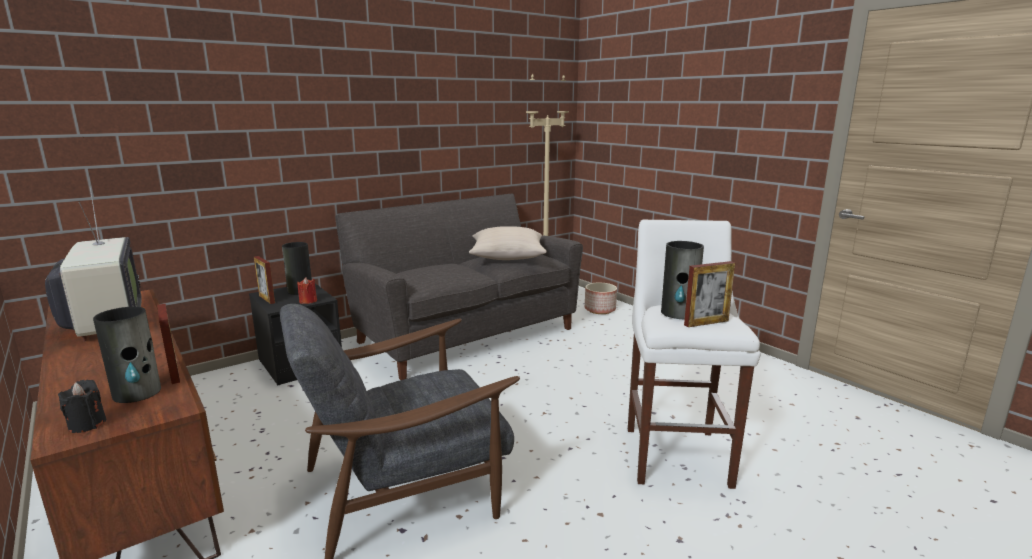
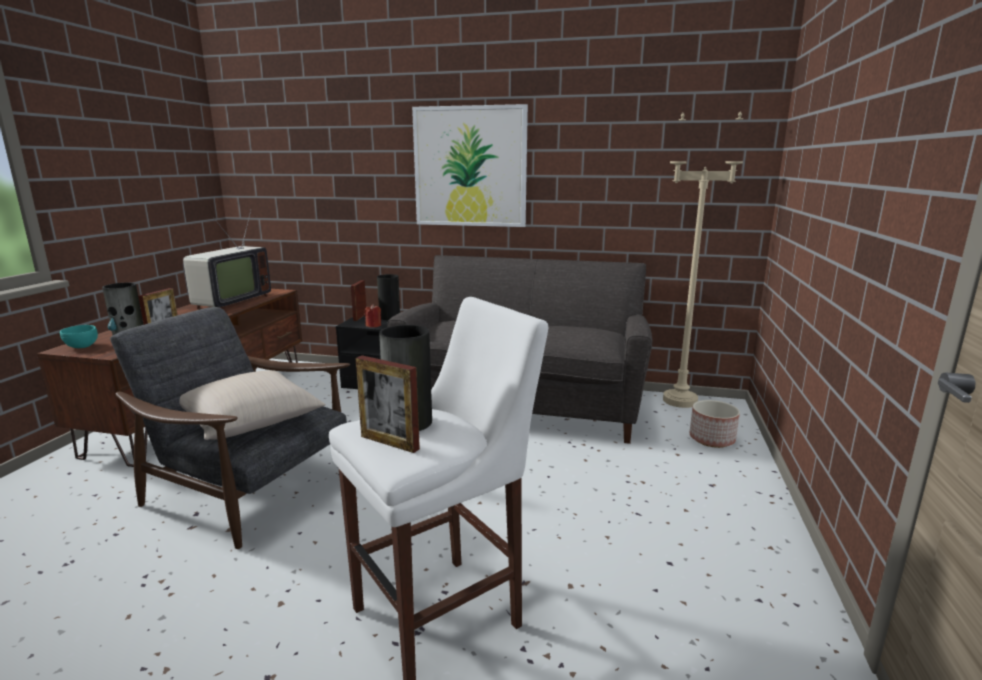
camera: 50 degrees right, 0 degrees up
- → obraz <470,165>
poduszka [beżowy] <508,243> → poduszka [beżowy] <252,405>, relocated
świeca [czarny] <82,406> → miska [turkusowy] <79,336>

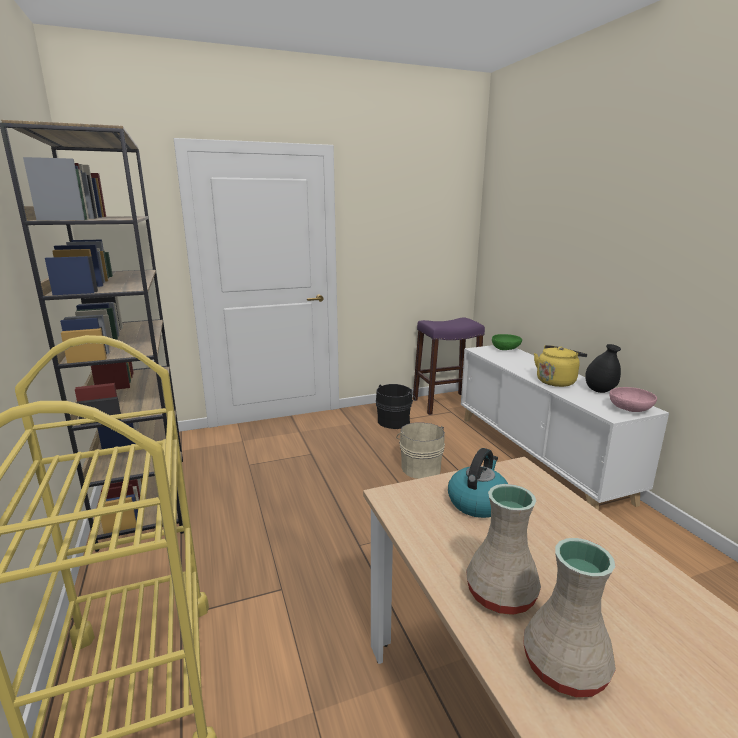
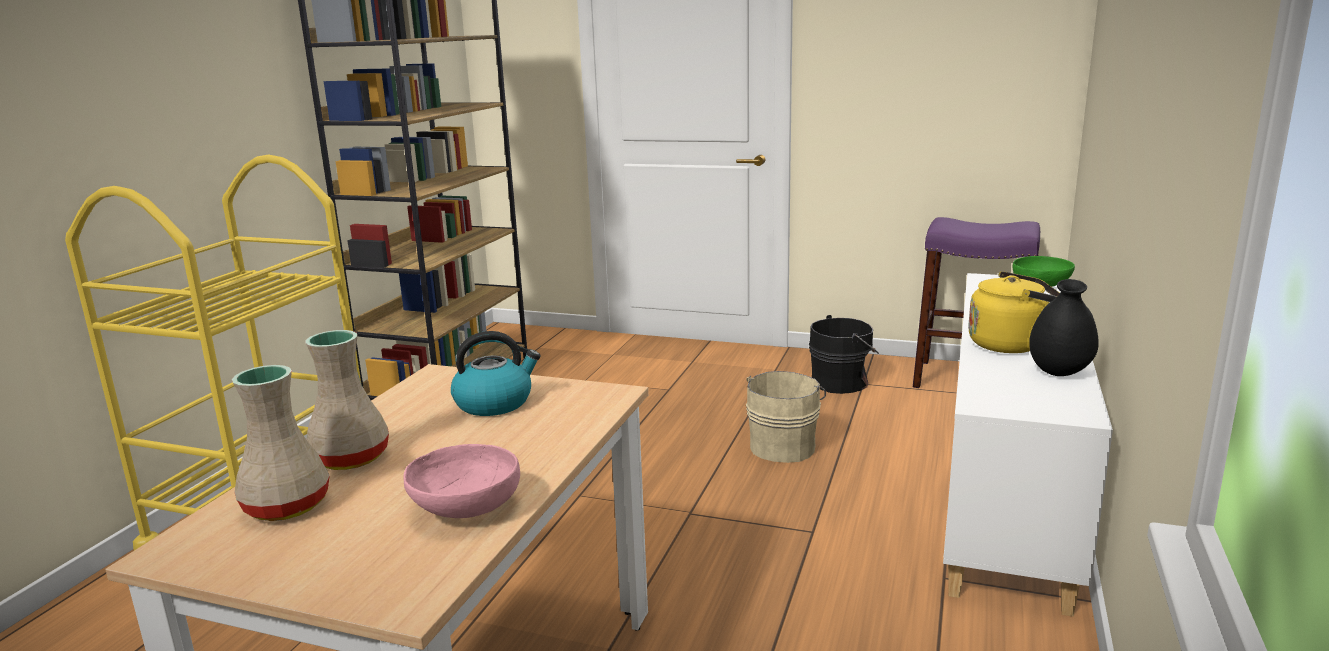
camera: 40 degrees right, 0 degrees up
miska [różowy] <633,399> → miska [różowy] <461,481>, relocated

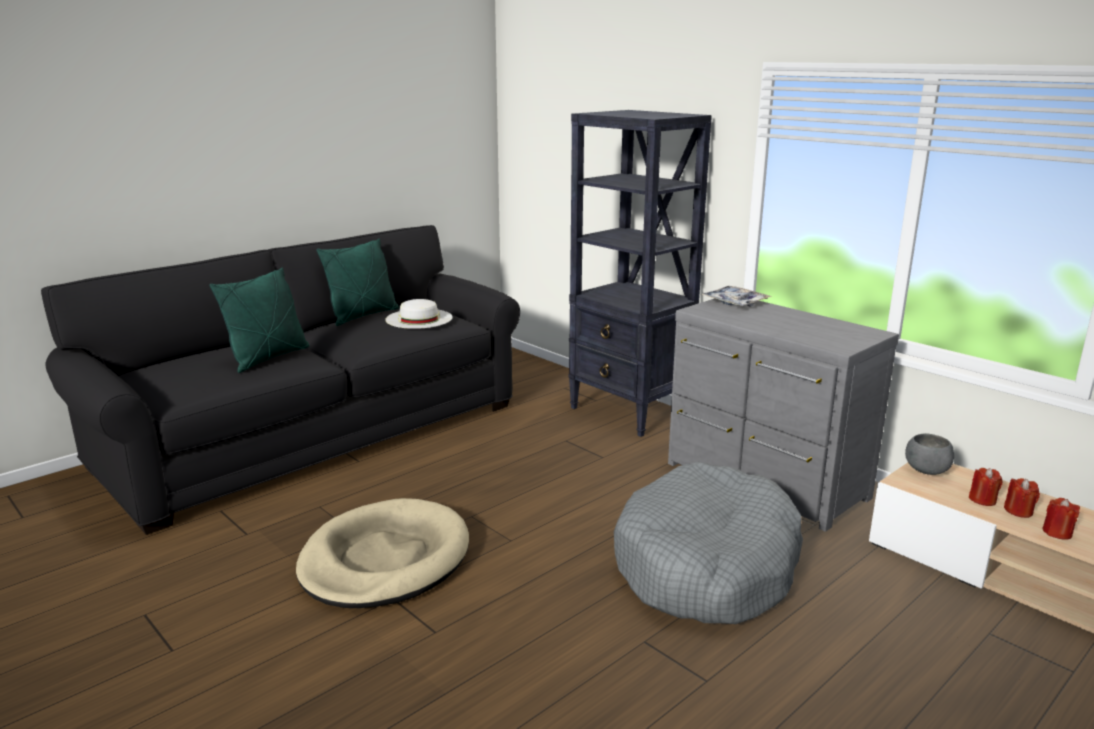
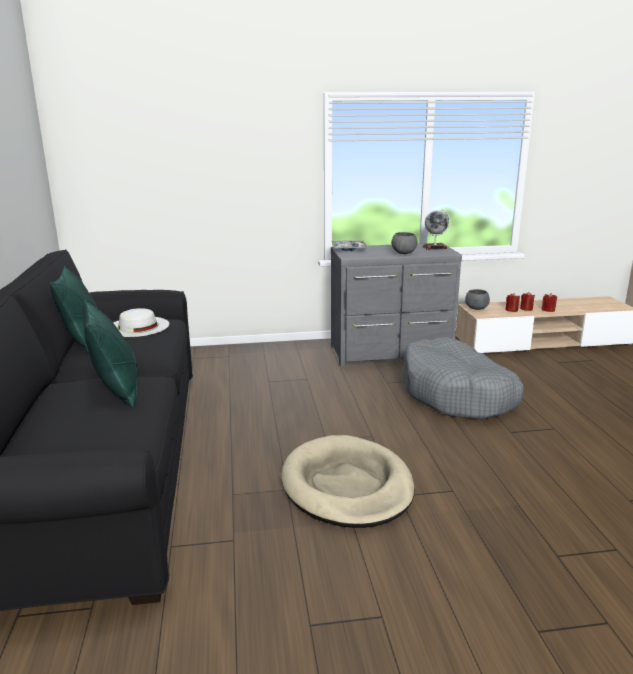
camera: 55 degrees left, 0 degrees up
regał [czarny] <640,273> → -
- → miska [szary] <404,243>
- → globus <436,229>

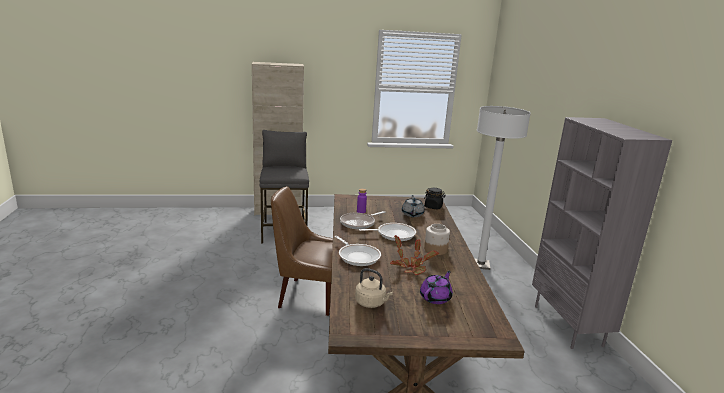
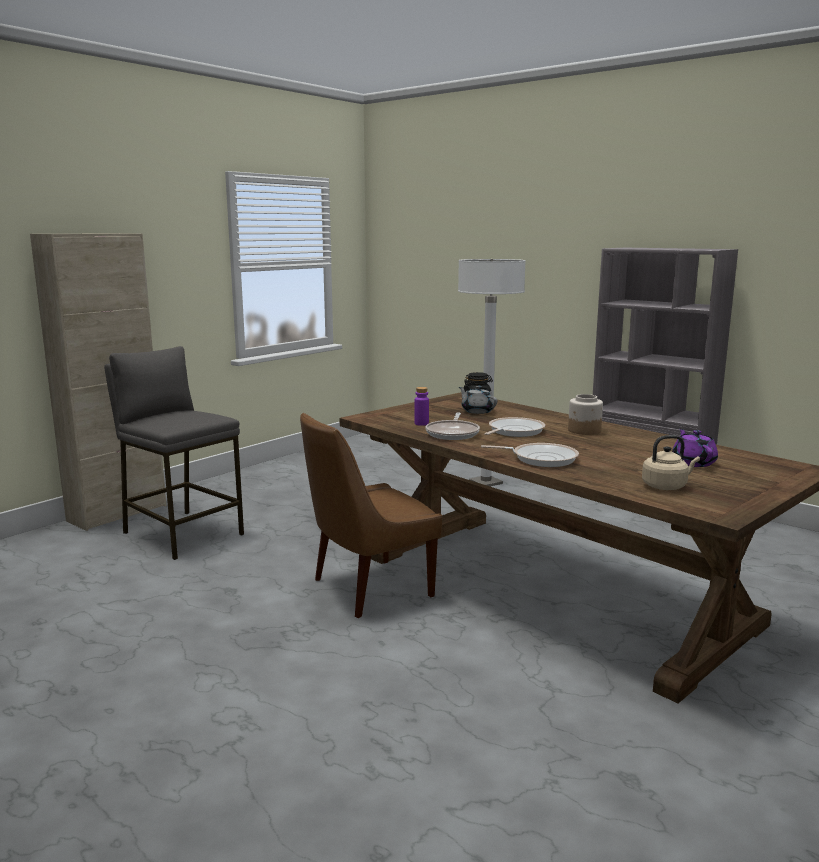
camera: 40 degrees left, 5 degrees down
roślina doniczkowa <414,255> → -

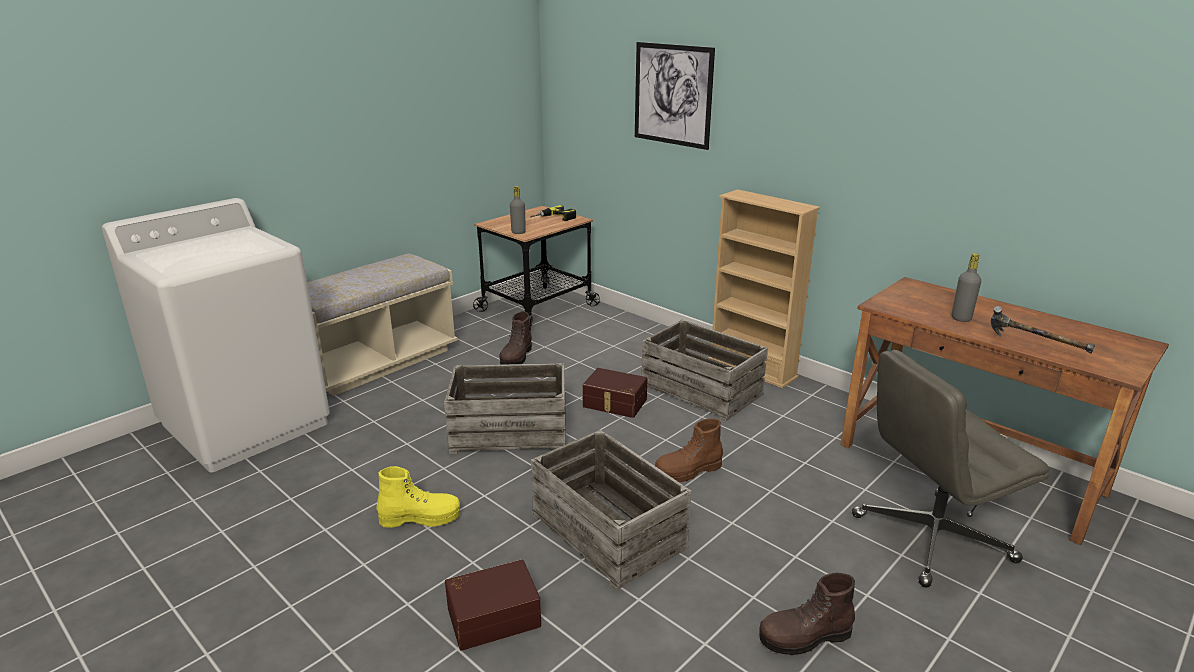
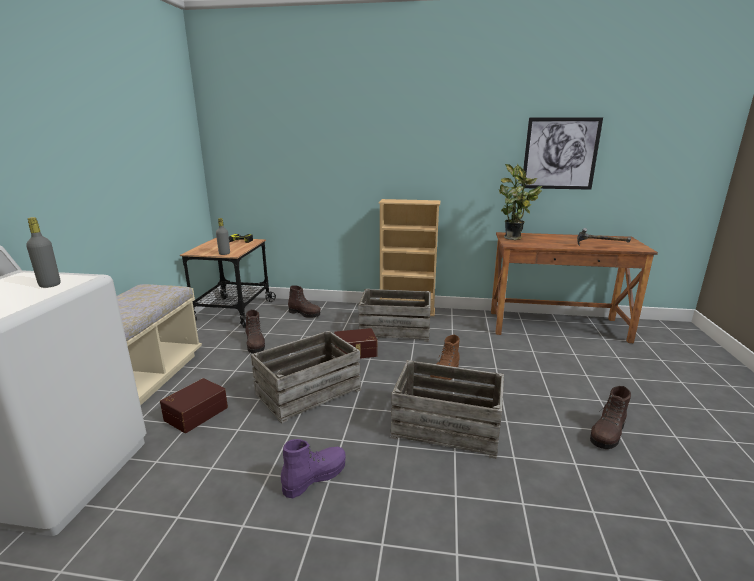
camera: 35 degrees left, 5 degrees down
krzesło biurowe [szary] <950,468> → -
- → but z cholewką [brązowy] <304,302>
- → roślina doniczkowa <520,201>
pojemnik do przechowywania [brązowy] <493,605> → pojemnik do przechowywania [brązowy] <194,405>, relocated
obraz <675,96> → obraz <562,153>, relocated
butelka [szary] <966,287> → butelka [szary] <43,252>, relocated
but z cholewką [żółty] <418,497> → but z cholewką [fioletowy] <313,468>

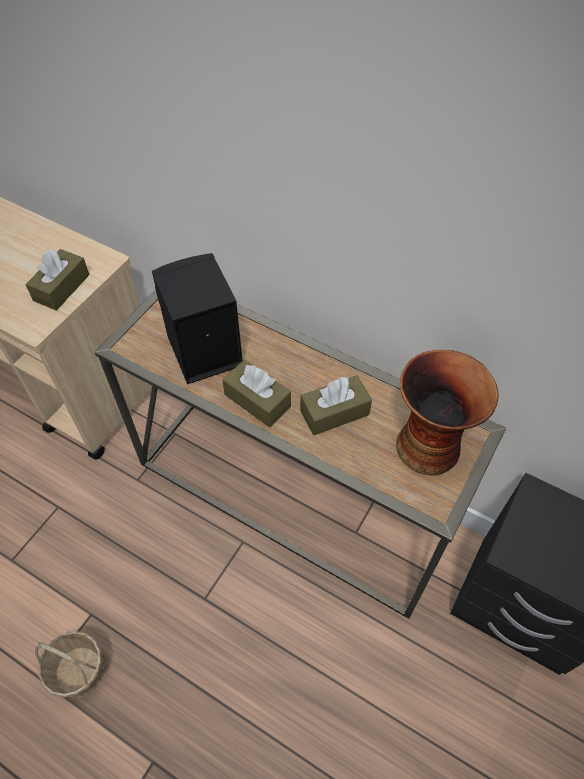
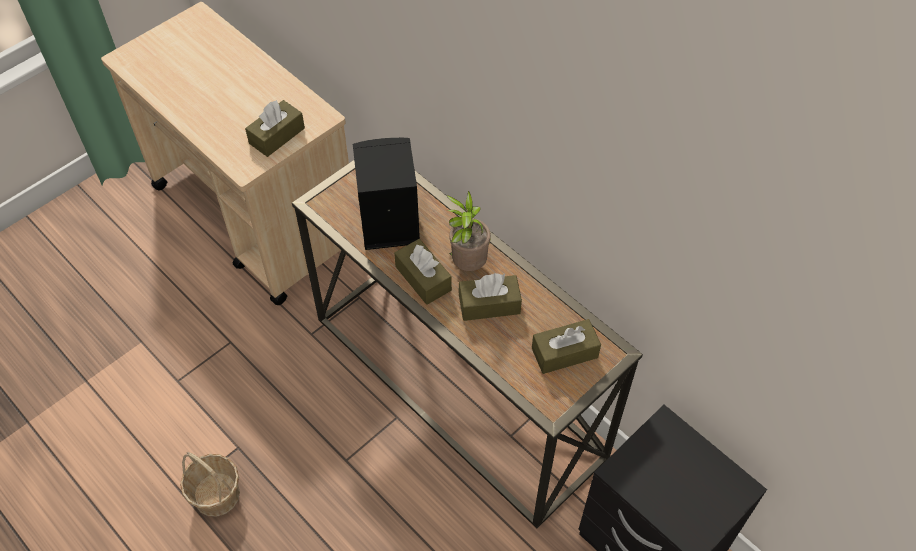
camera: 15 degrees right, 0 degrees up
- → roślina doniczkowa <469,231>
wazon <447,413> → pudełko chusteczek [brązowy] <566,346>

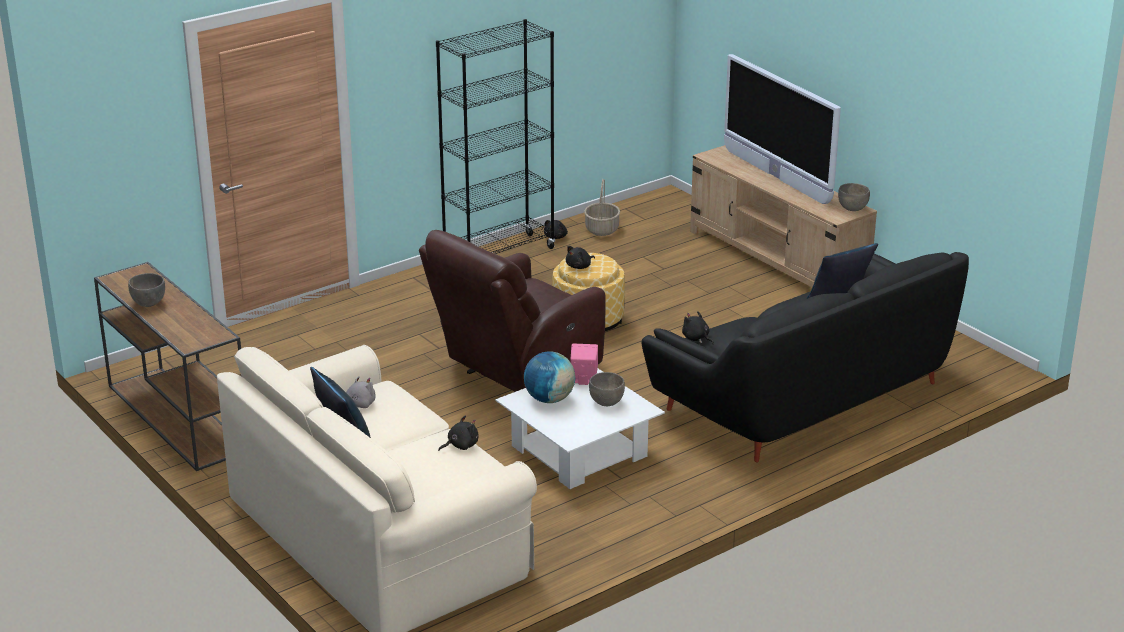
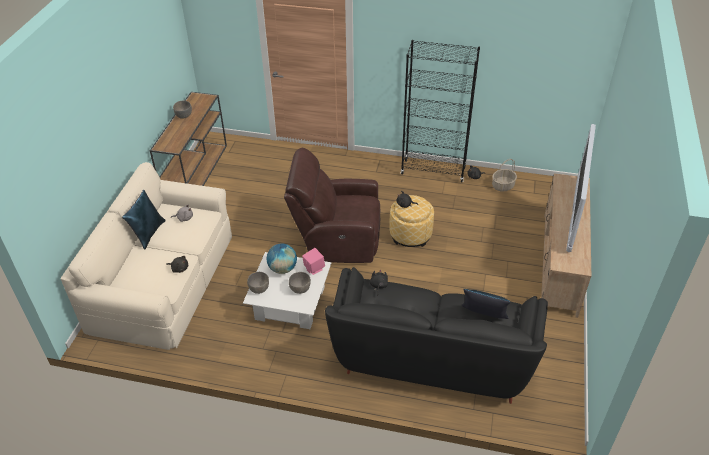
camera: 50 degrees right, 15 degrees up
miska [szary] <854,197> → miska [szary] <258,283>, relocated

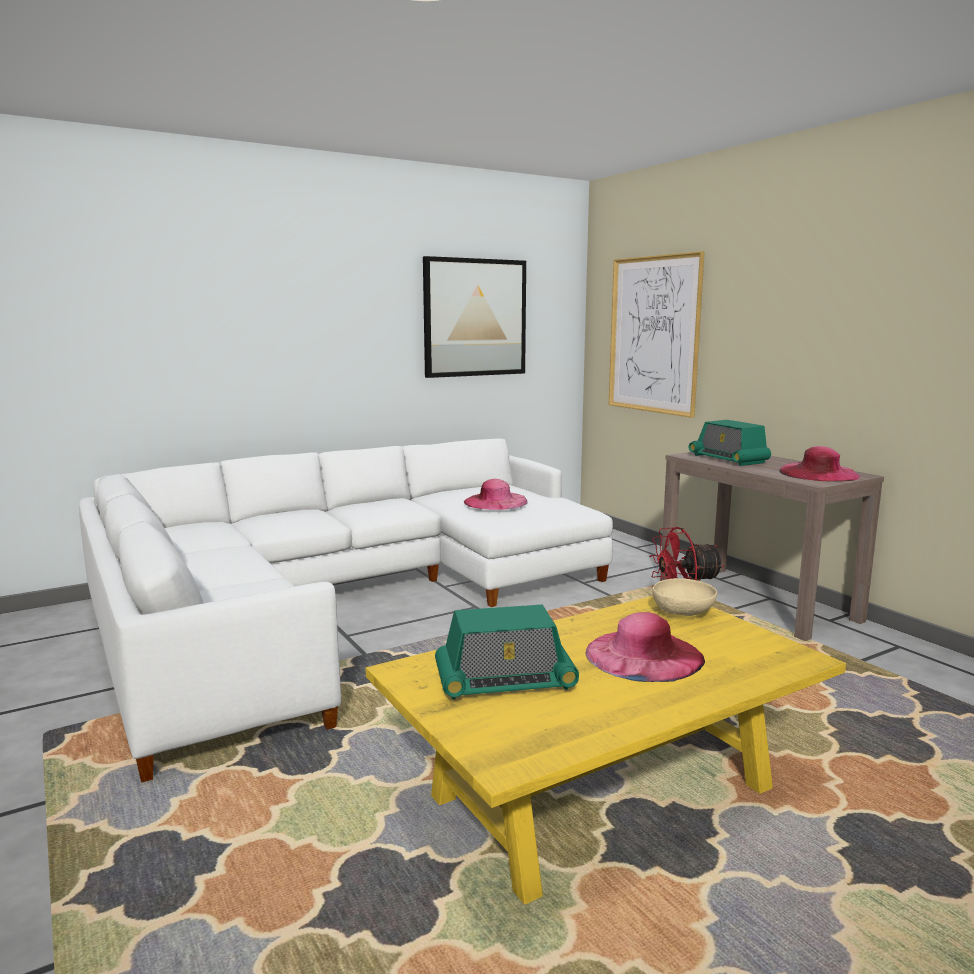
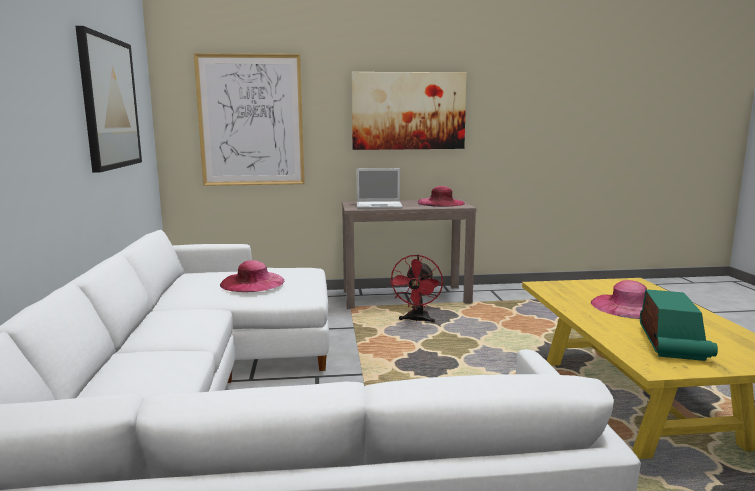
camera: 65 degrees left, 0 degrees up
miska [beżowy] <684,597> → -
- → obraz <409,111>
radio <730,443> → laptop <379,188>

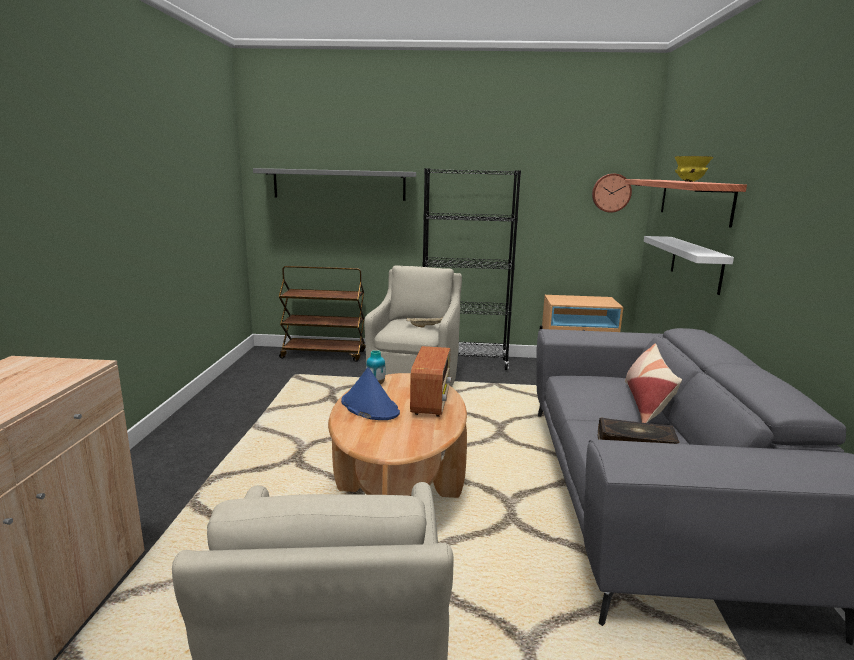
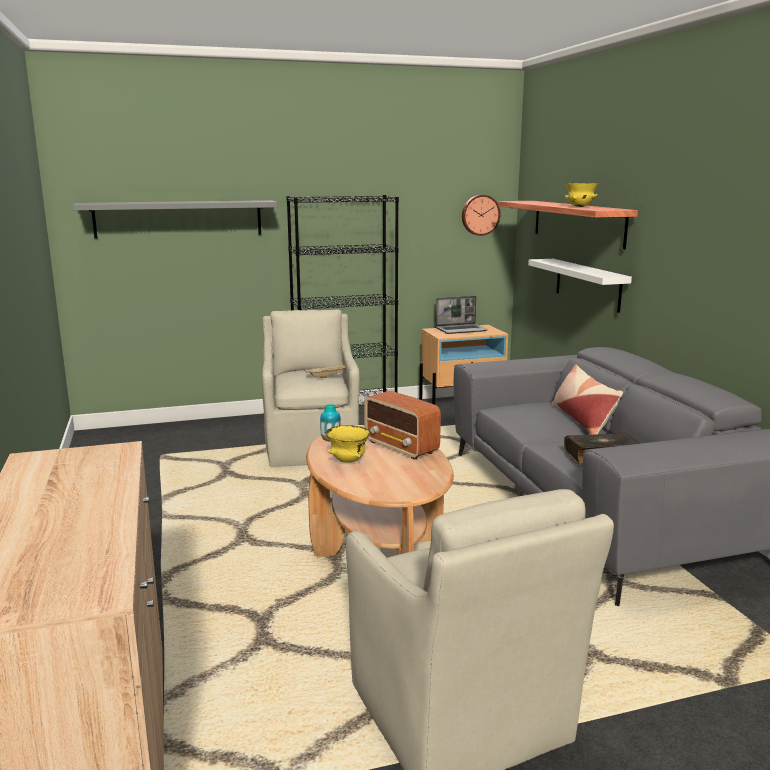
camera: 20 degrees left, 0 degrees up
wózek [brązowy] <322,314> → -
- → laptop <462,315>
kapelusz [niebieski] <370,393> → miska [żółty] <347,444>
radio <430,381> → radio <402,425>, 150 degrees clockwise

